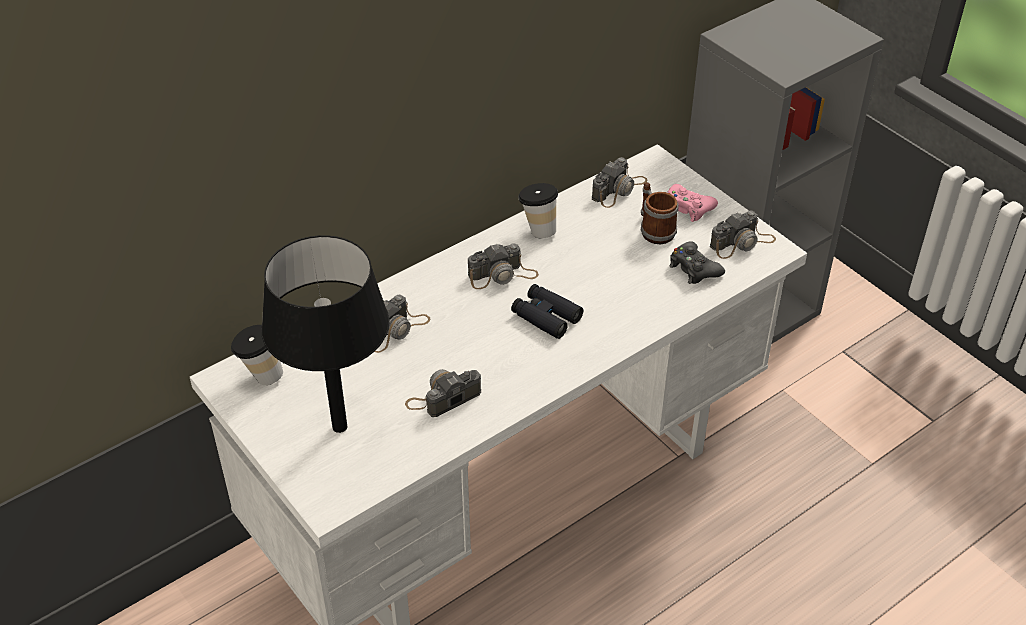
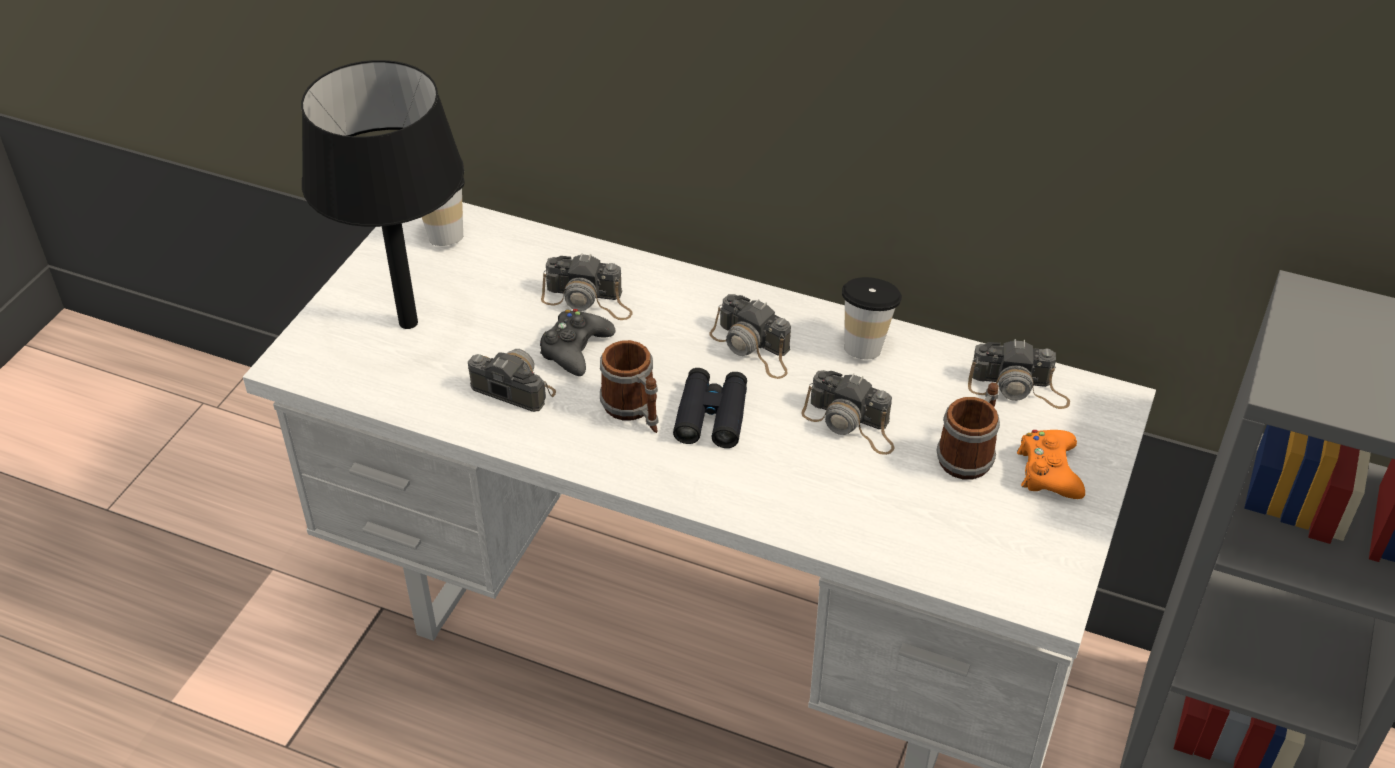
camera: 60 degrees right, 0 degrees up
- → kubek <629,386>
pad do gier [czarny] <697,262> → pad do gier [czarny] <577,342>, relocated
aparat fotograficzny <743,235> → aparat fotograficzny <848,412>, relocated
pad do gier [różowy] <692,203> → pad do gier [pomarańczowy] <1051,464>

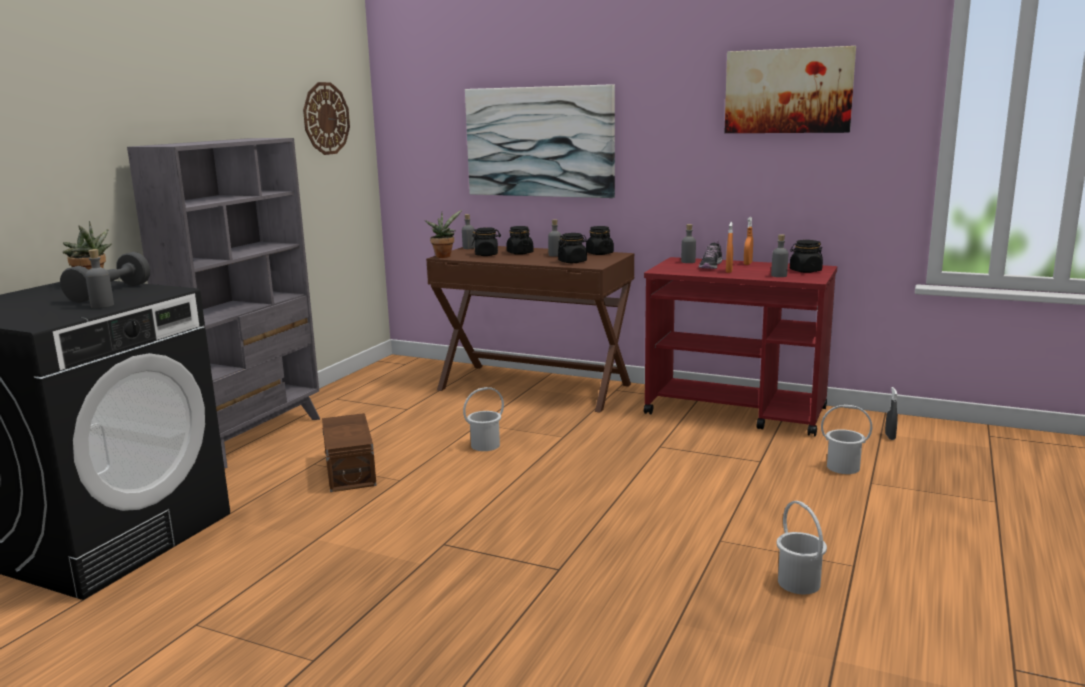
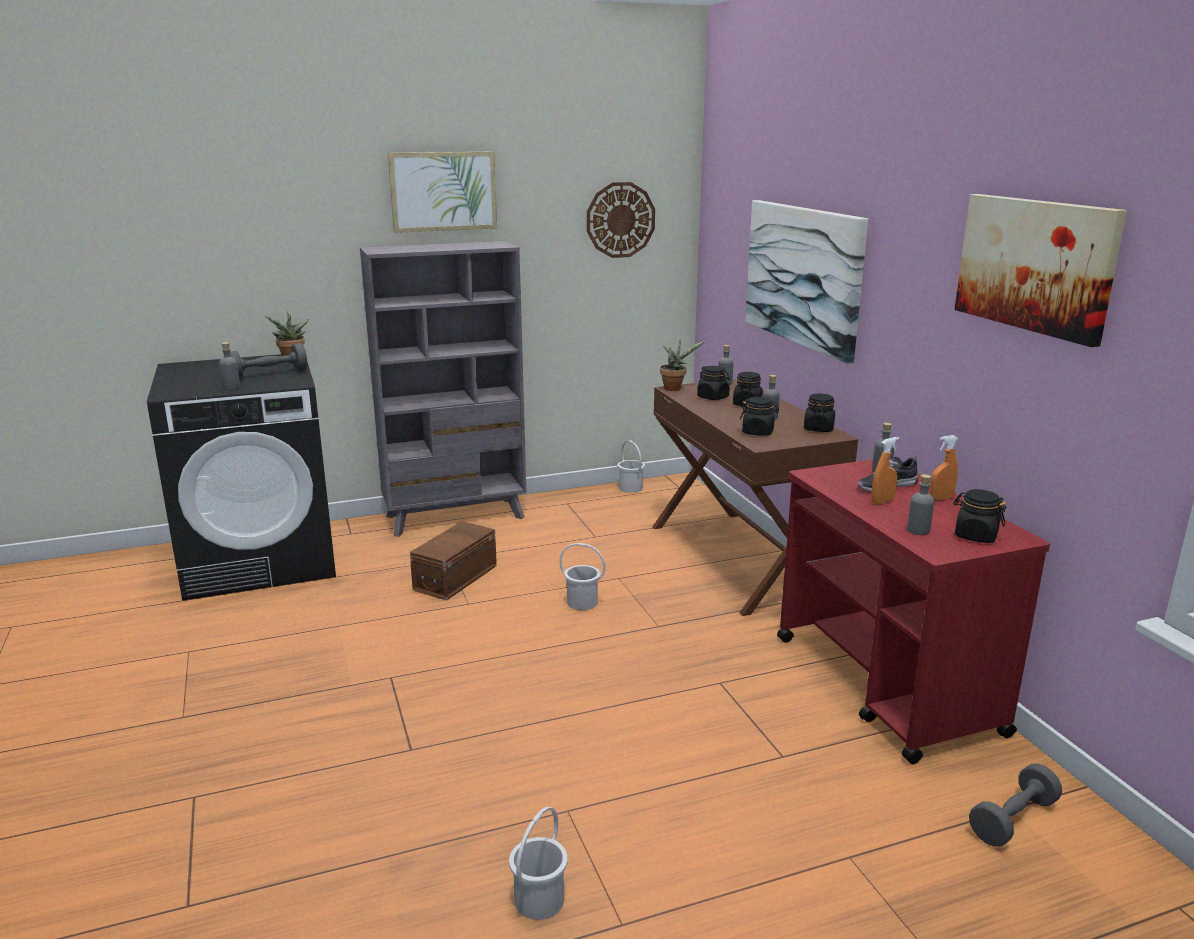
camera: 45 degrees right, 5 degrees up
- → obraz <442,192>
wiadro [biały] <846,439> → wiadro [biały] <631,466>, relocated
spryskiwacz [szary] <891,413> → hantel [szary] <1015,805>

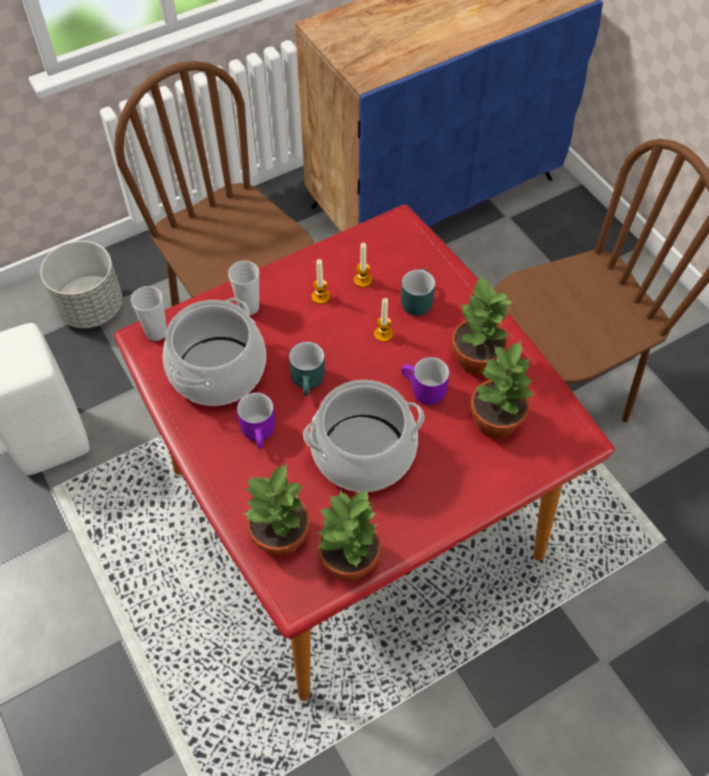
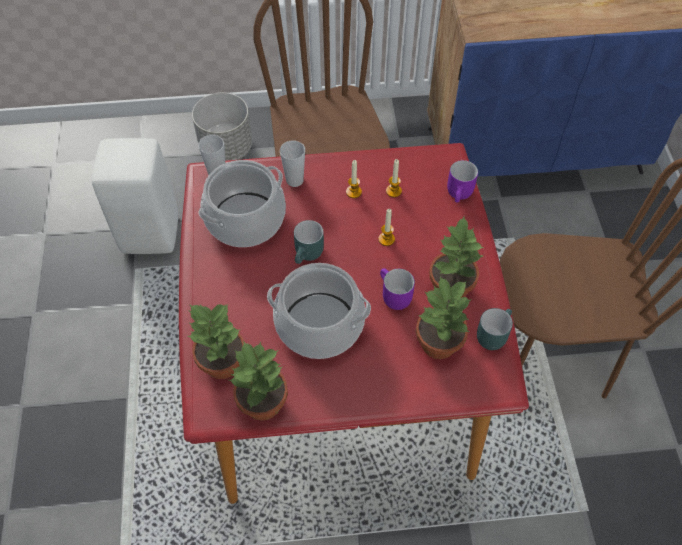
camera: 25 degrees right, 0 degrees up
kubek [fioletowy] <256,421> → kubek [fioletowy] <462,181>, relocated
kubek [turkusowy] <418,292> → kubek [turkusowy] <495,329>, relocated

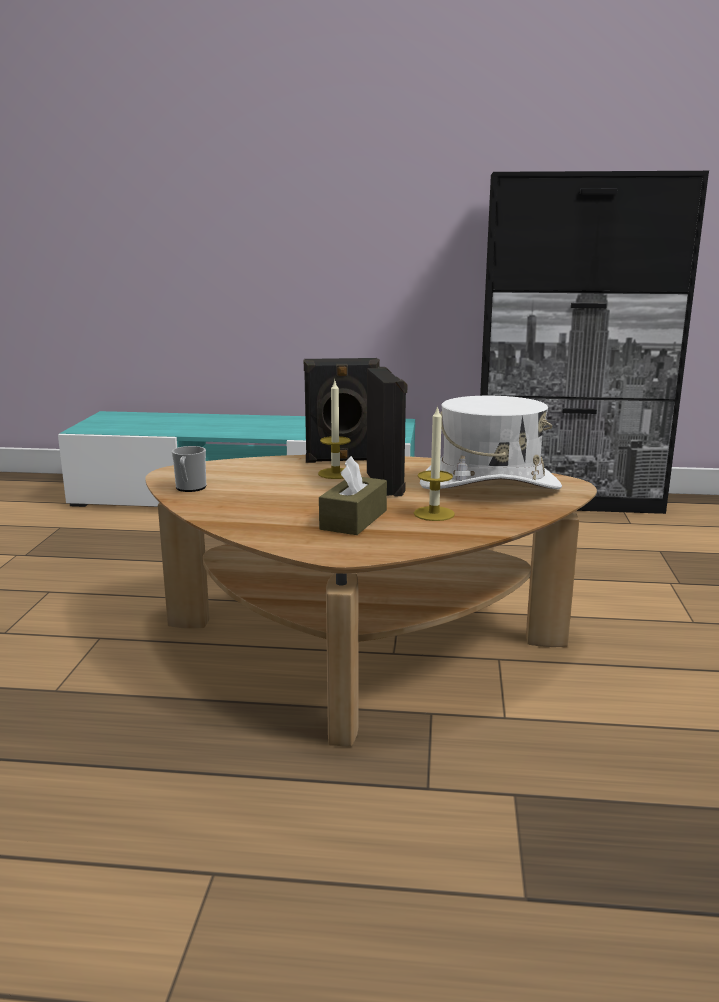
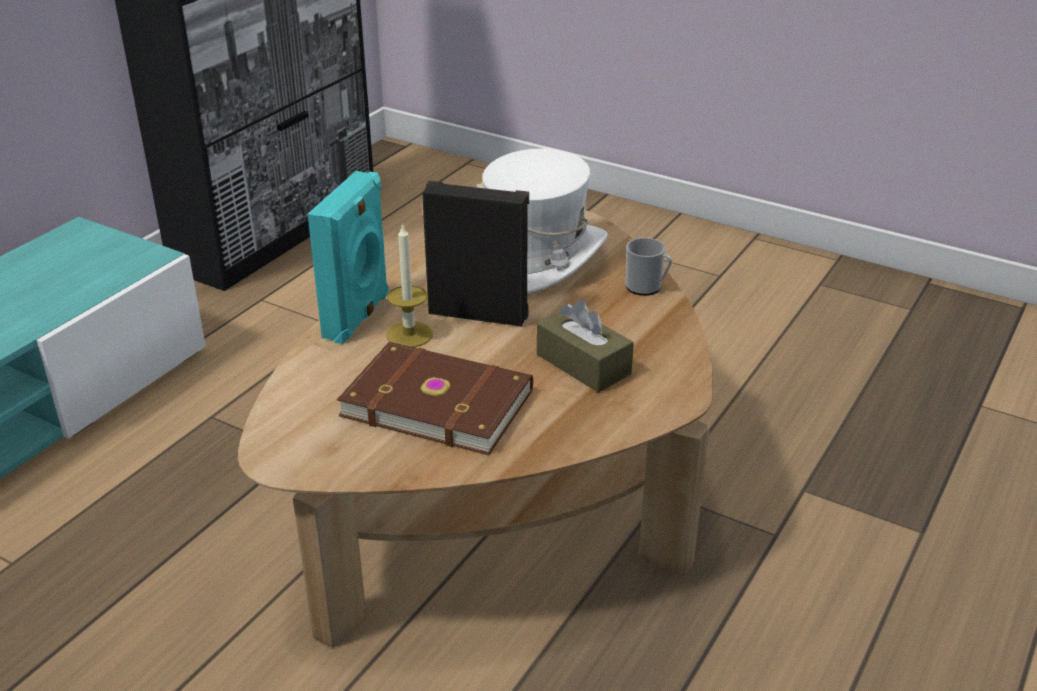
camera: 65 degrees left, 15 degrees up
świeca <434,463> → -
- → książka [brązowy] <435,398>
kubek <189,469> → kubek <649,267>, relocated
głośnik [czarny] <341,410> → głośnik [turkusowy] <348,257>

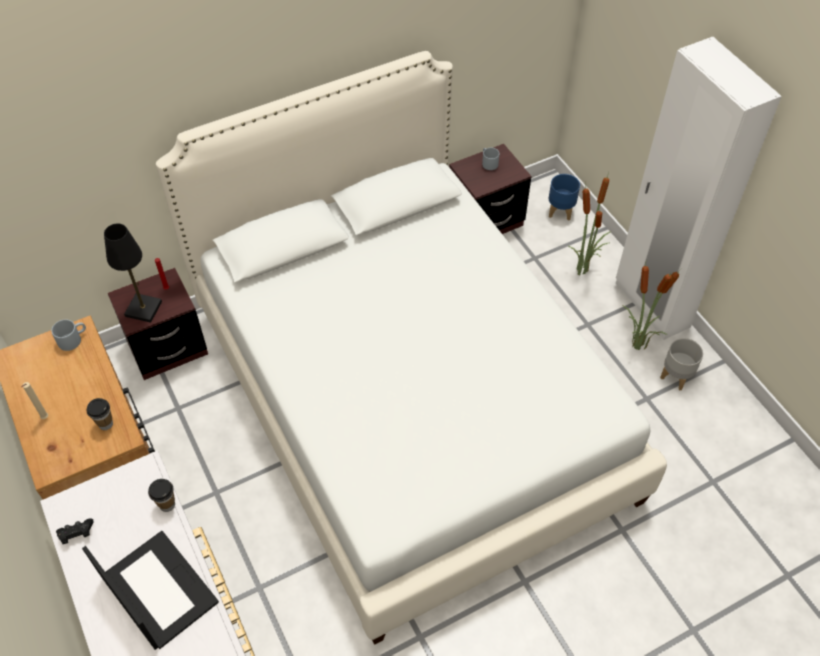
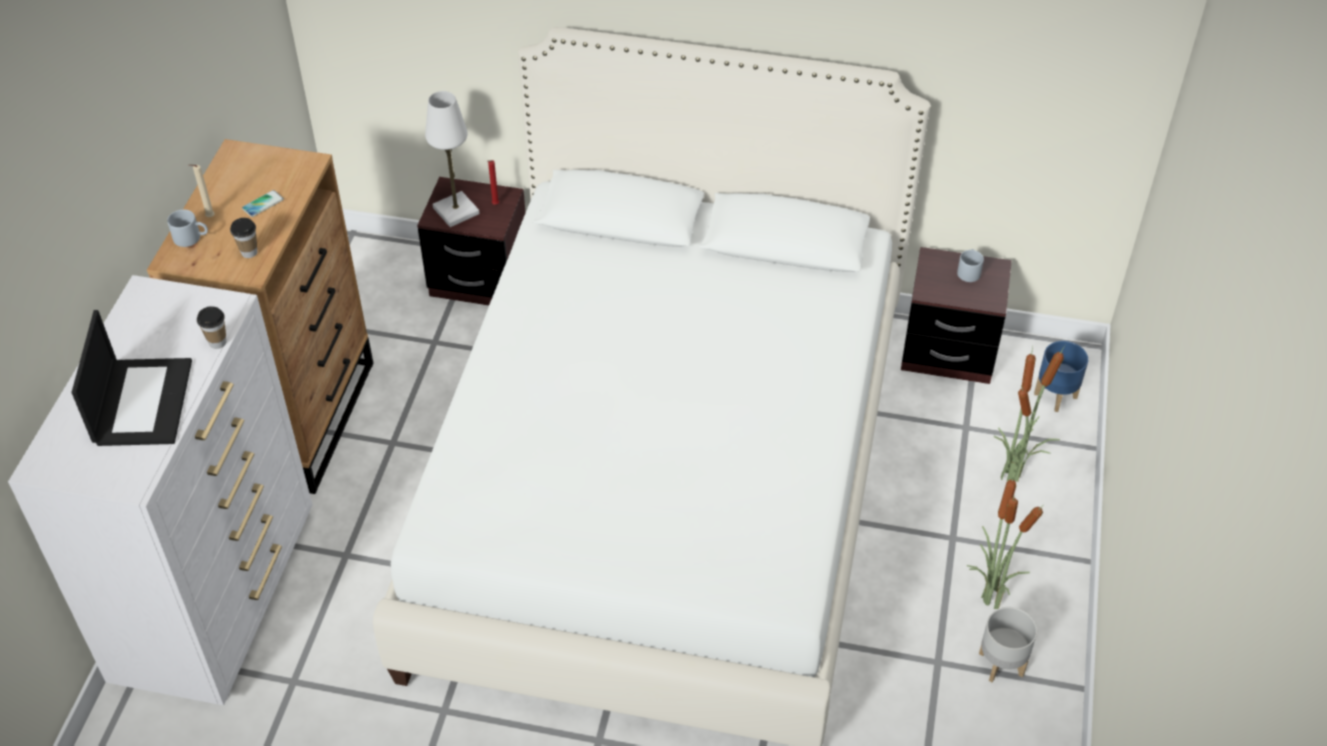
camera: 40 degrees right, 5 degrees down
pad do gier [czarny] <75,531> → -
szafa [biały] <699,188> → -
- → telefon <263,203>
kubek [szary] <68,335> → kubek [szary] <187,228>, relocated
lampa stołowa [czarny] <133,273> → lampa stołowa [biały] <452,159>

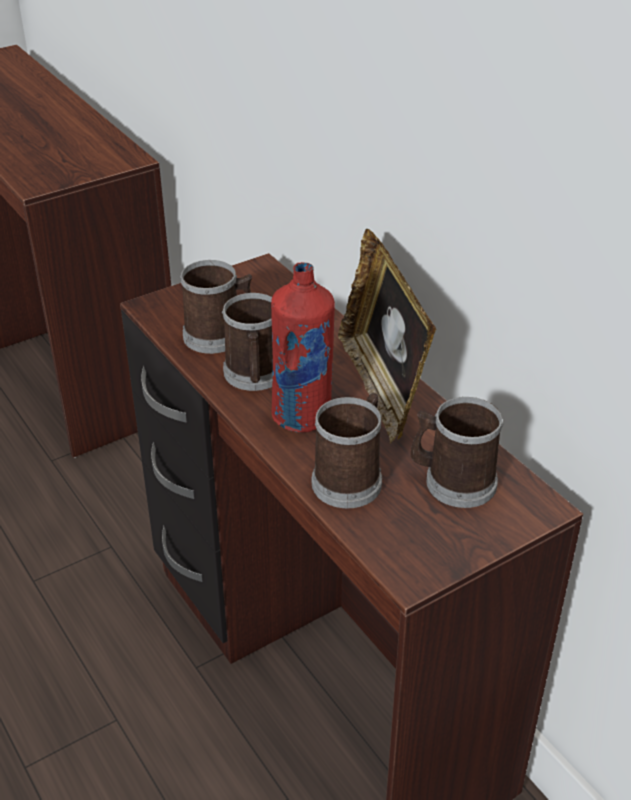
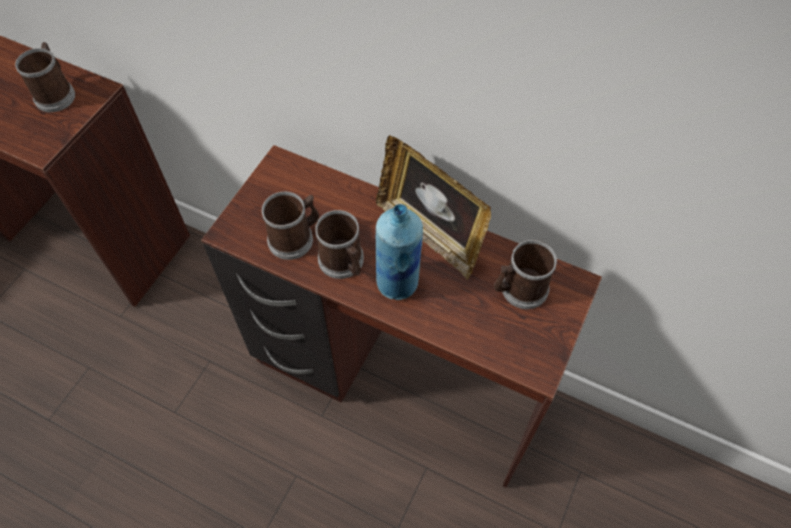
camera: 30 degrees left, 20 degrees up
kubek <347,450> → kubek <45,77>, relocated
butelka [czerwony] <303,347> → butelka [niebieski] <399,252>

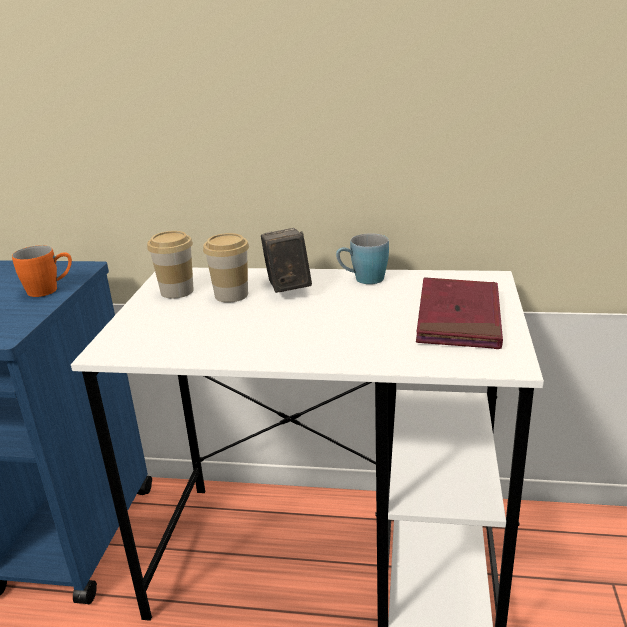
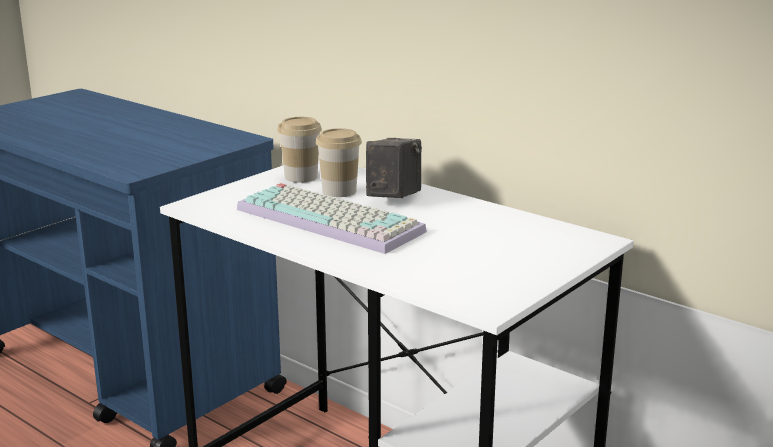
camera: 30 degrees right, 5 degrees down
kubek [pomarańczowy] <42,271> → -
kubek [niebieski] <362,258> → -
książka [czerwony] <459,313> → -
- → klawiatura <332,218>

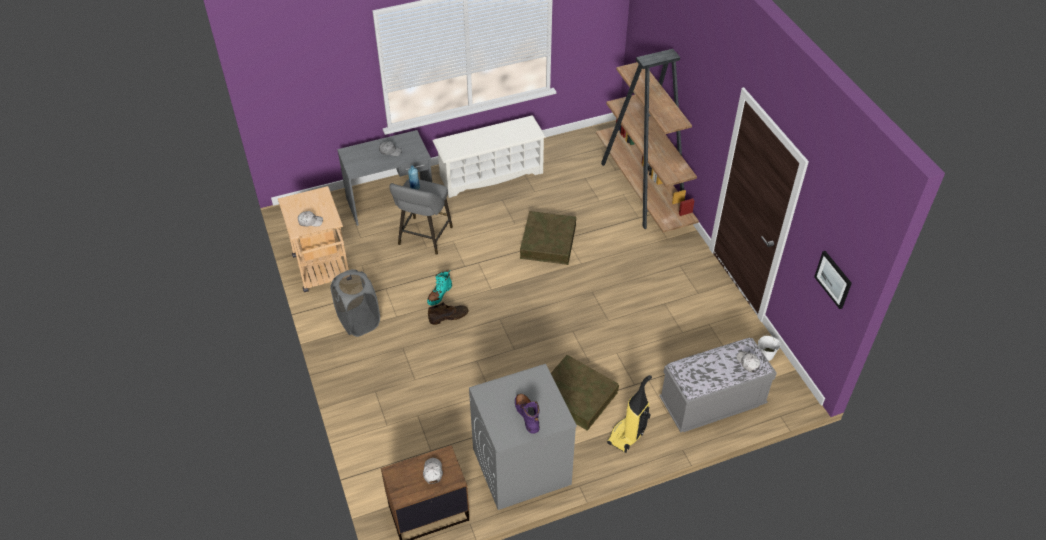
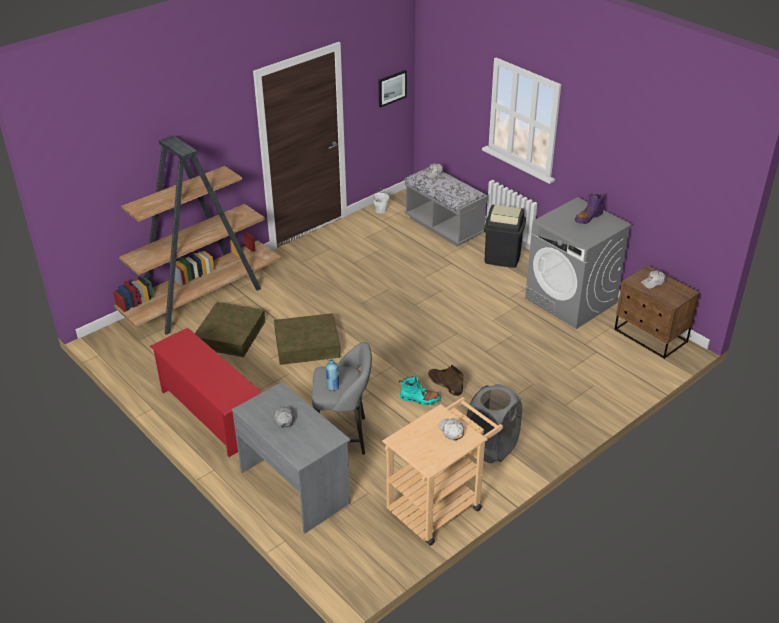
camera: 110 degrees left, 10 degrees down
pojemnik do przechowywania [brązowy] <585,393> → pojemnik do przechowywania [brązowy] <230,329>, relocated
odkurzacz <629,414> → kosz na śmieci [czarny] <505,236>
regał na buty [biały] <489,157> → regał na buty [czerwony] <206,392>

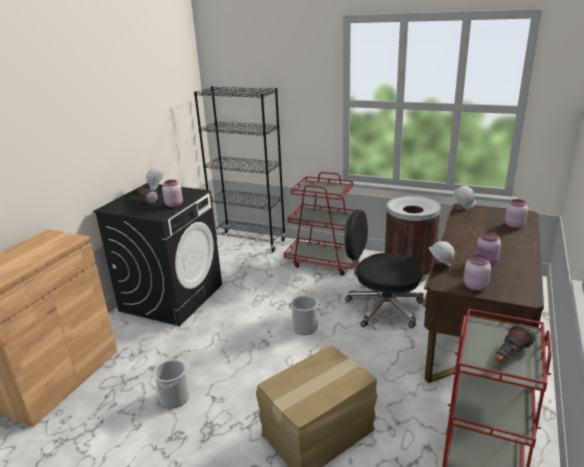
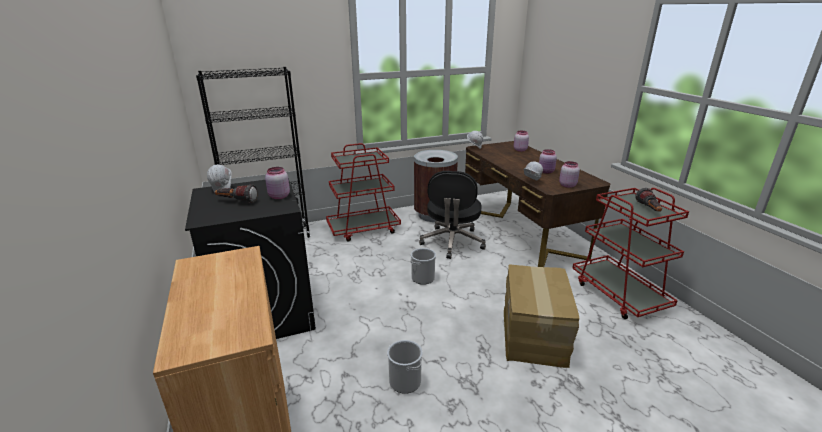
camera: 45 degrees left, 0 degrees up
krzesło biurowe [czarny] <384,268> → krzesło biurowe [czarny] <452,215>, 60 degrees counterclockwise

